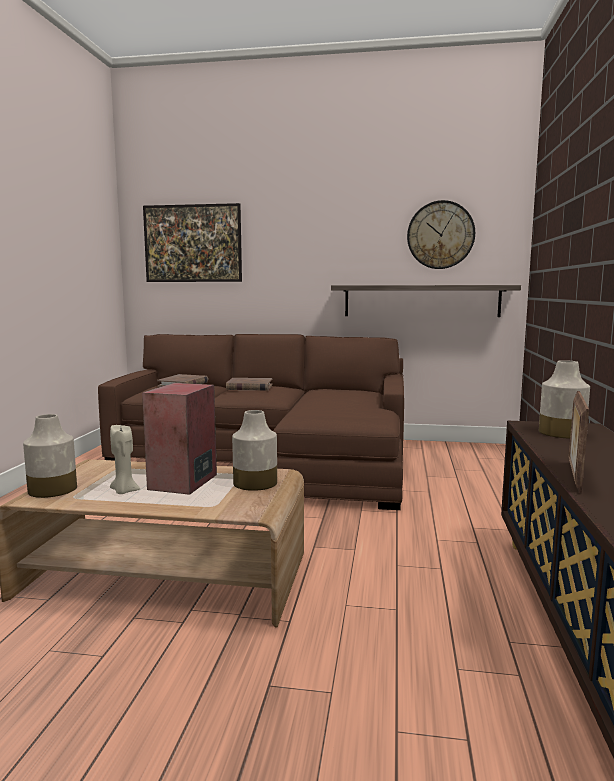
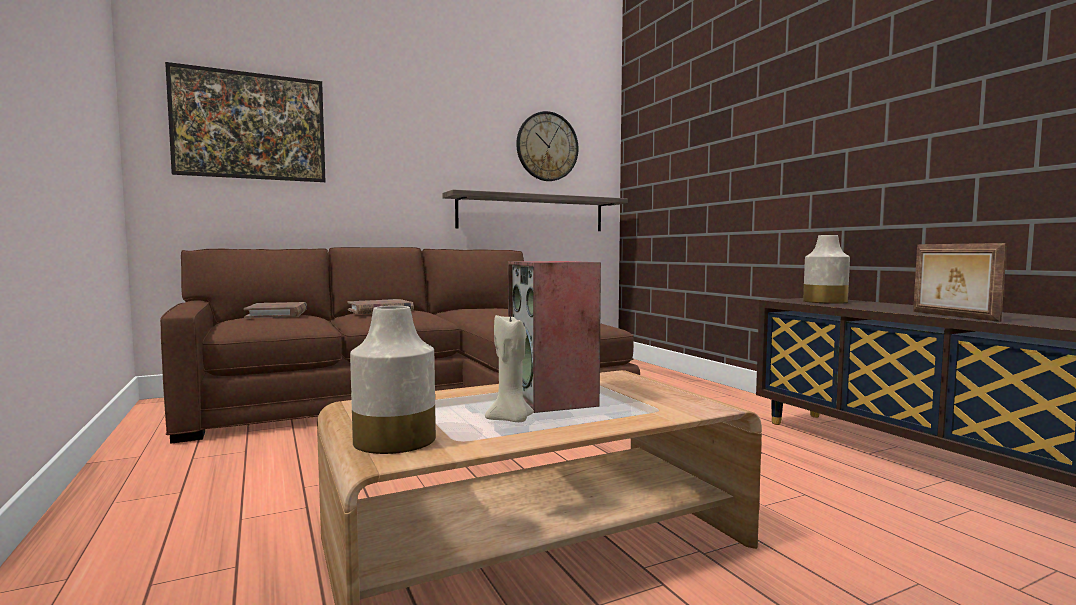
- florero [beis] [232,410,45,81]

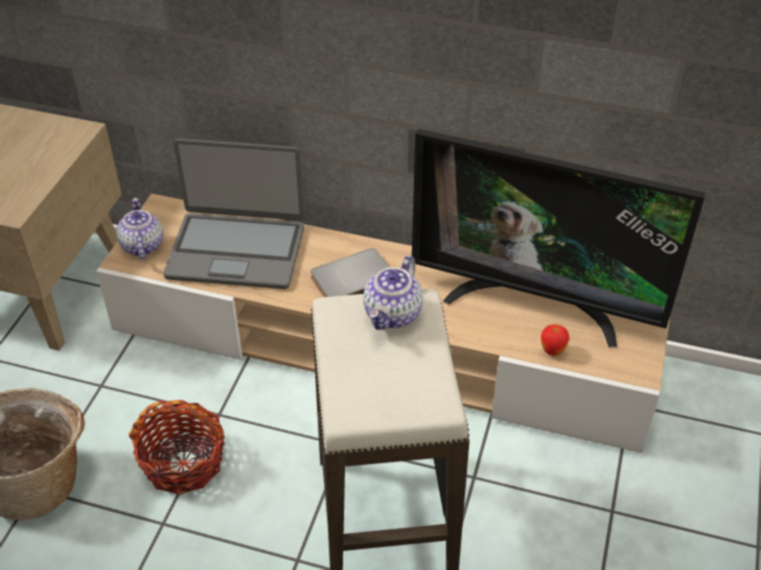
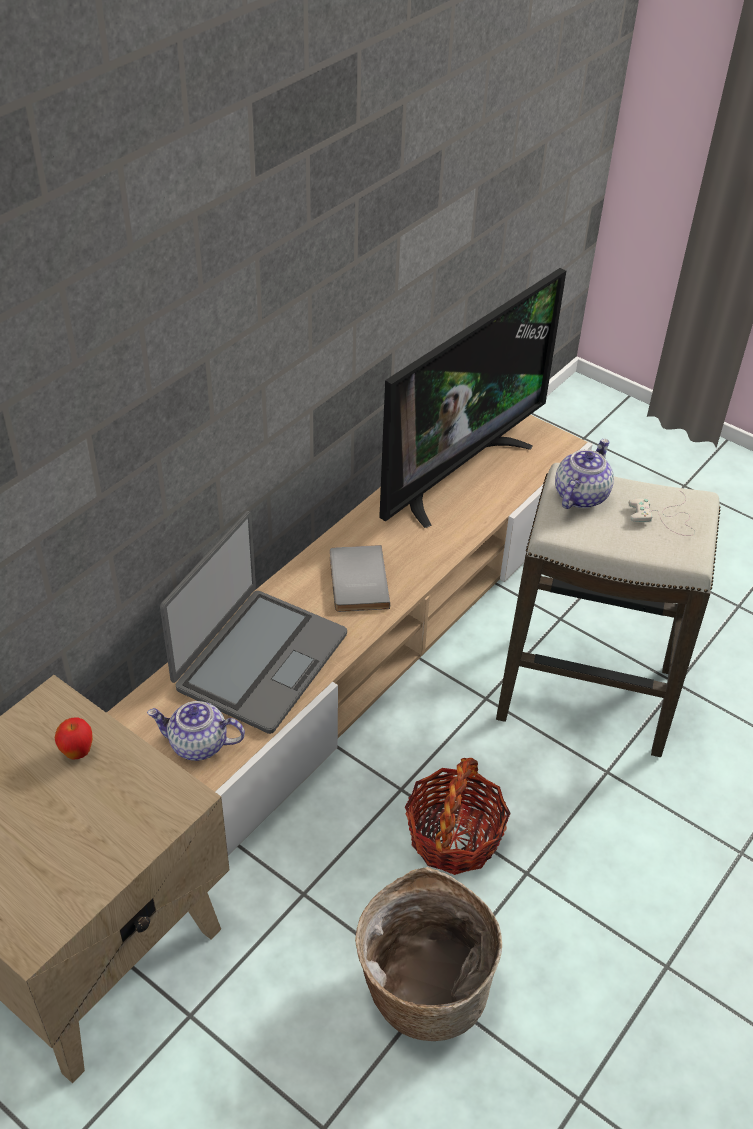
~ tetera [363,255,60,75] = [555,439,59,70] 105 degrees counterclockwise
~ manzana [541,324,29,32] to [55,717,38,42]
+ mando de consola [blanco] [629,490,66,46]

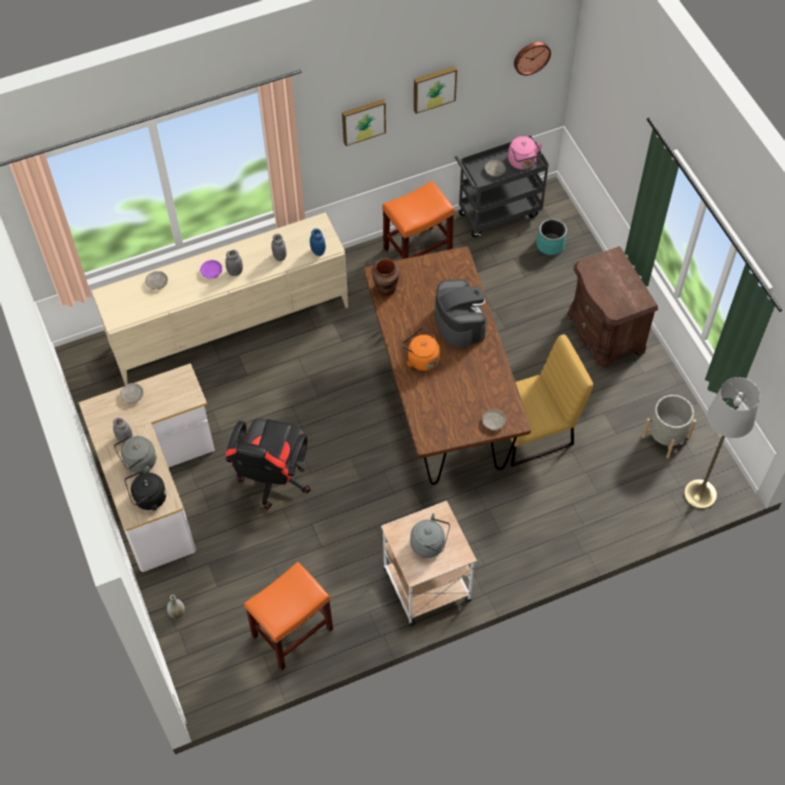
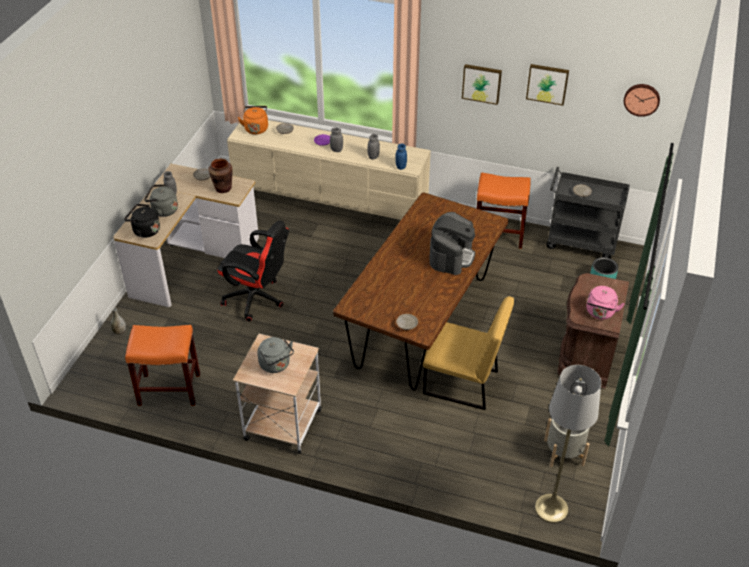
~ silla de oficina [negro] [225,418,86,91] = [217,220,72,102] 120 degrees counterclockwise
~ florero [marrón] [372,259,28,37] to [209,159,24,34]
~ hervidor [naranja] [402,328,38,43] to [238,106,30,28]
~ hervidor [rosa] [508,136,34,34] to [586,286,39,33]

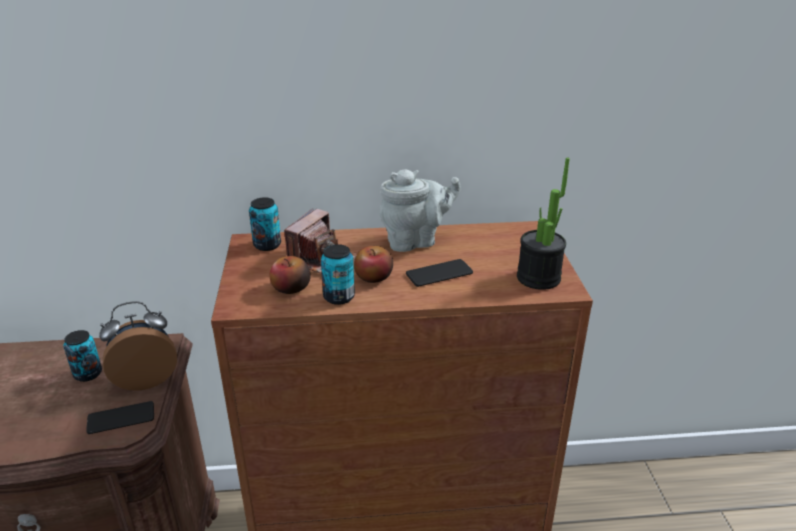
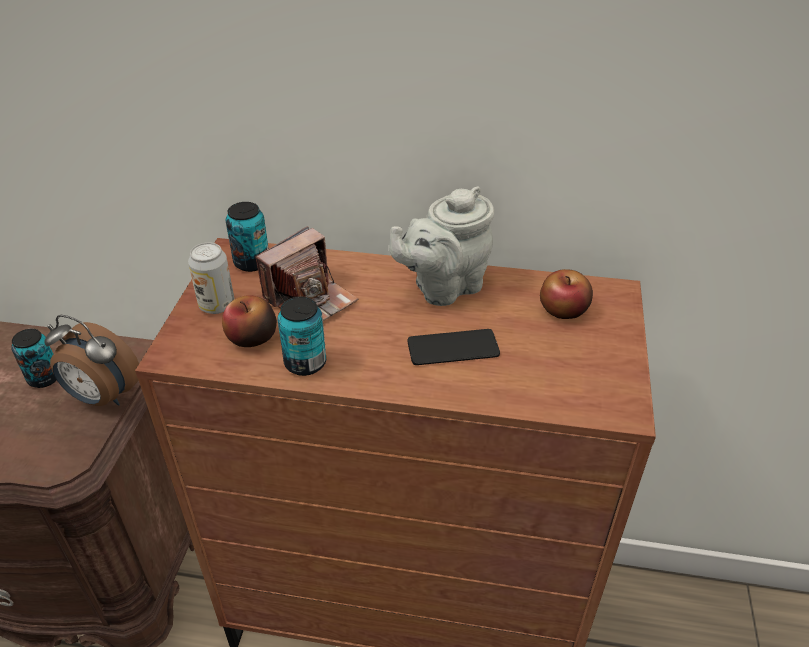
- móvil [86,401,68,33]
~ despertador [99,301,78,90] = [44,315,95,91] 150 degrees counterclockwise
~ manzana [354,246,39,37] to [540,269,53,50]
~ tetera [gris] [379,169,82,83] = [389,186,105,120] 150 degrees clockwise
- planta en maceta [517,157,53,133]
+ lata [188,242,46,72]

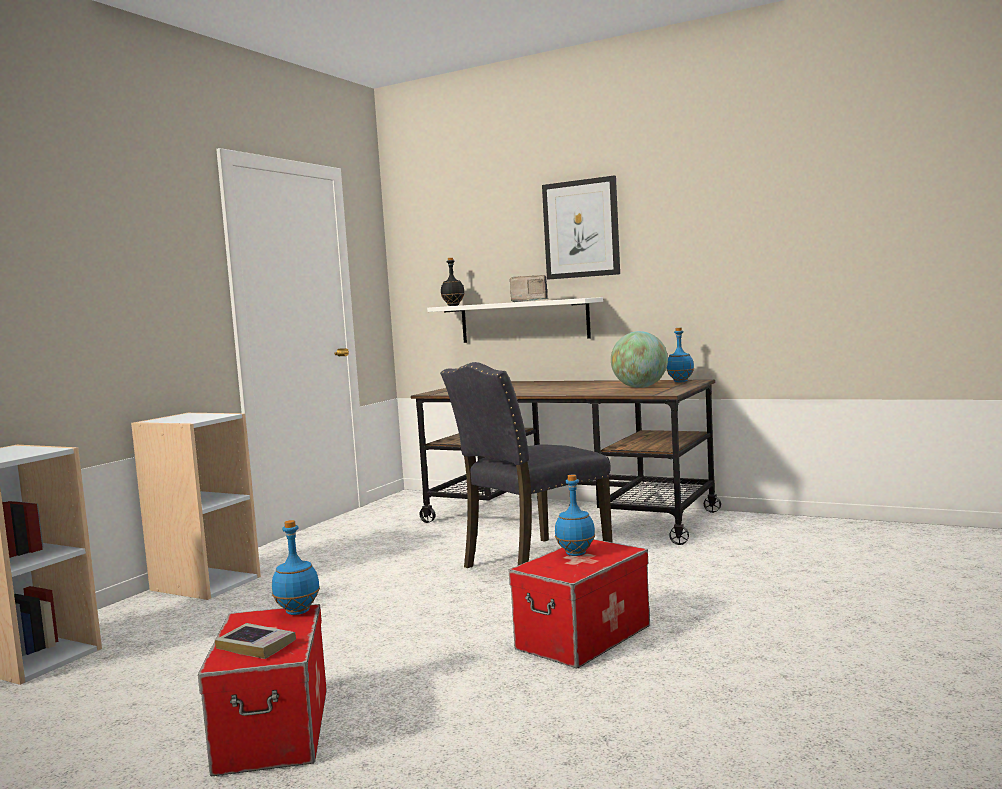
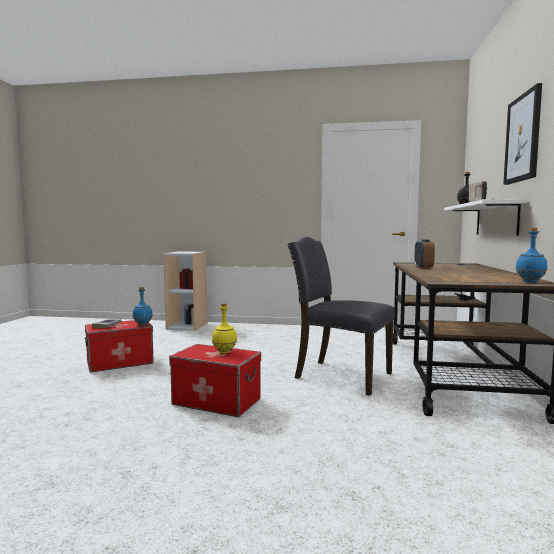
- estantería [131,413,130,187]
~ botella [azul] [555,475,40,81] to botella [amarillo] [212,303,25,50]
- globo terráqueo [611,331,57,57]
+ despertador [414,239,21,30]

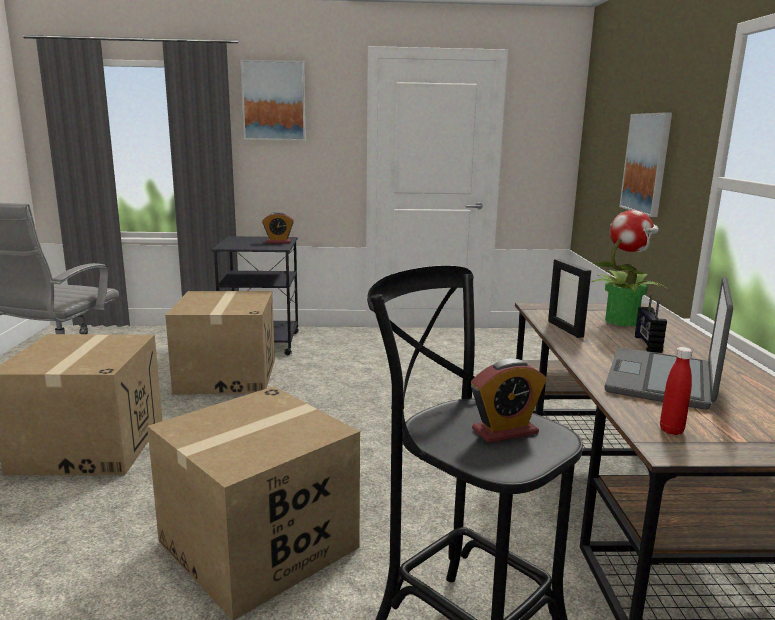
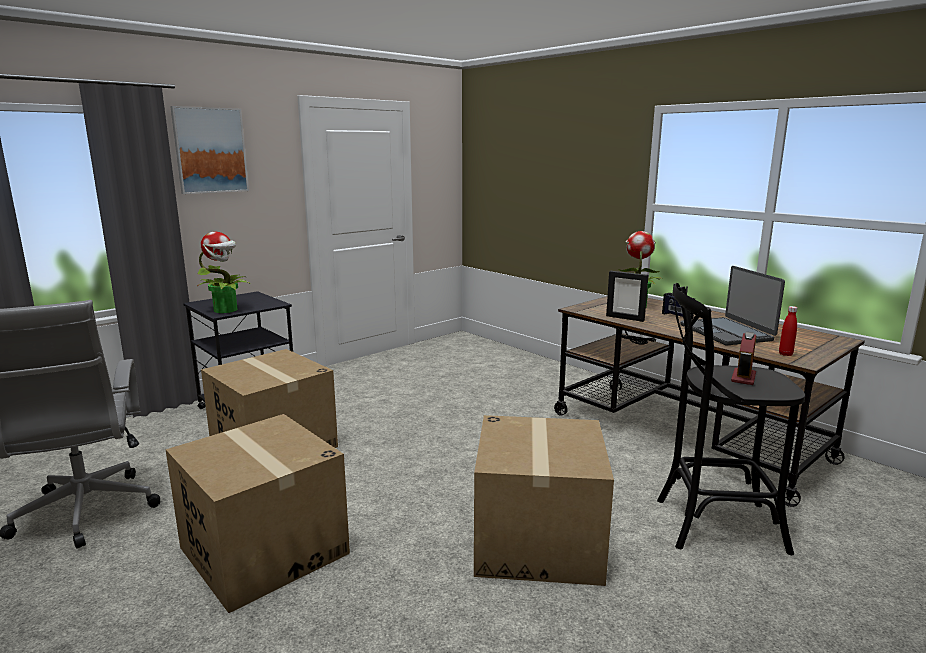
- despertador [262,212,32,31]
- cuadro [619,113,53,104]
+ planta en maceta [197,232,54,81]

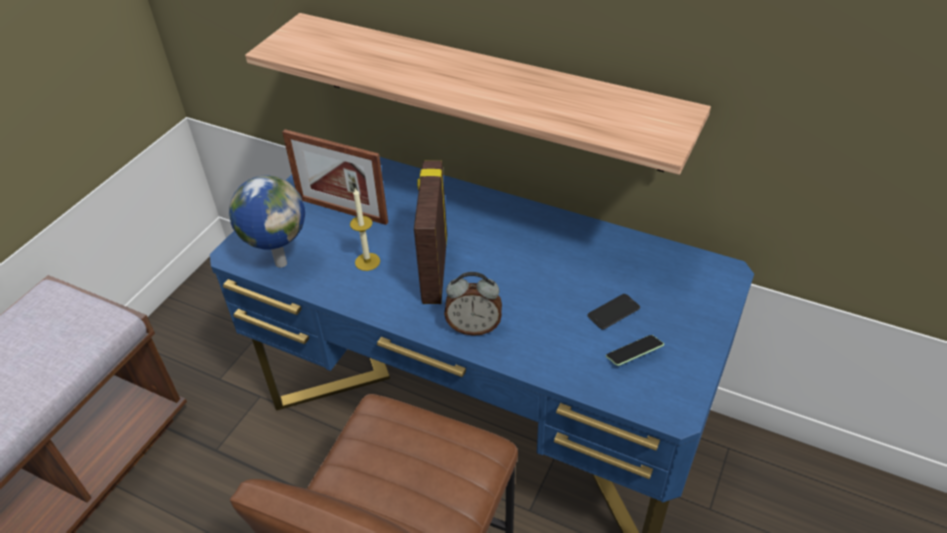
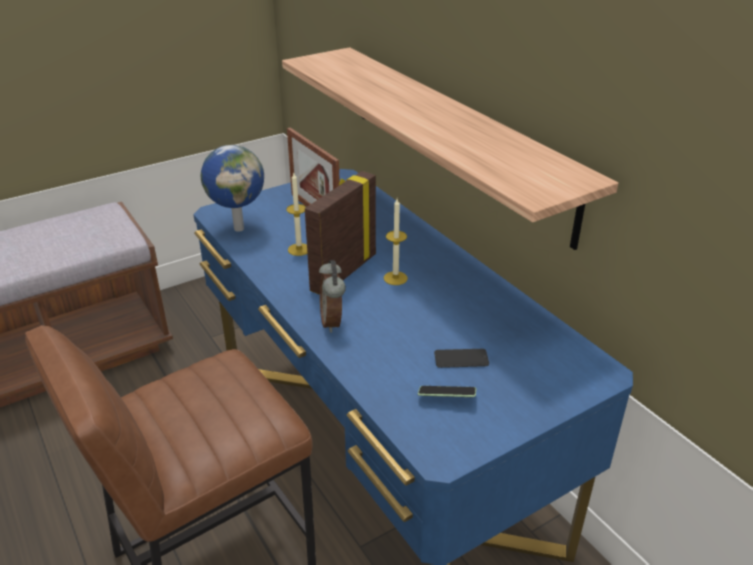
~ despertador [444,272,58,64] = [319,260,27,73] 45 degrees clockwise
+ vela [384,199,24,86]

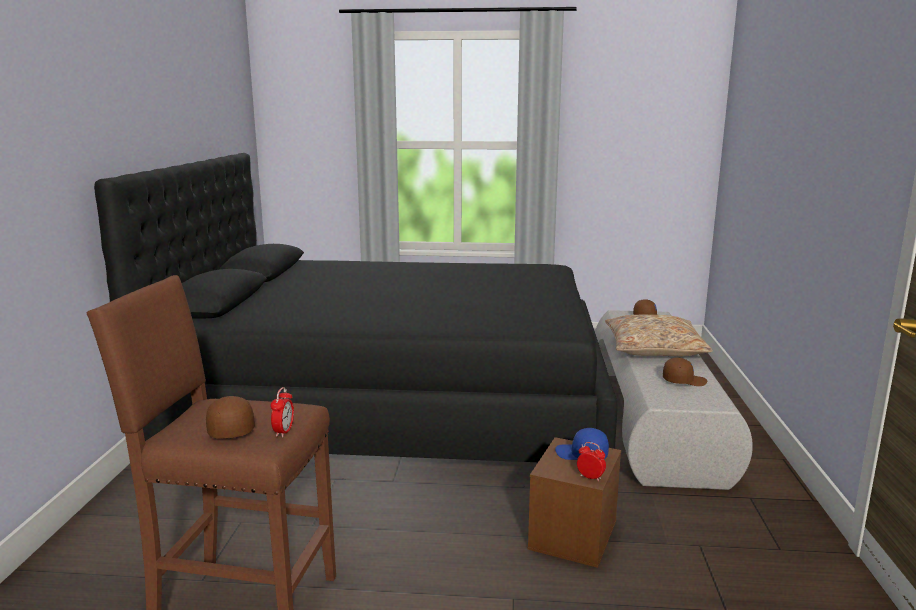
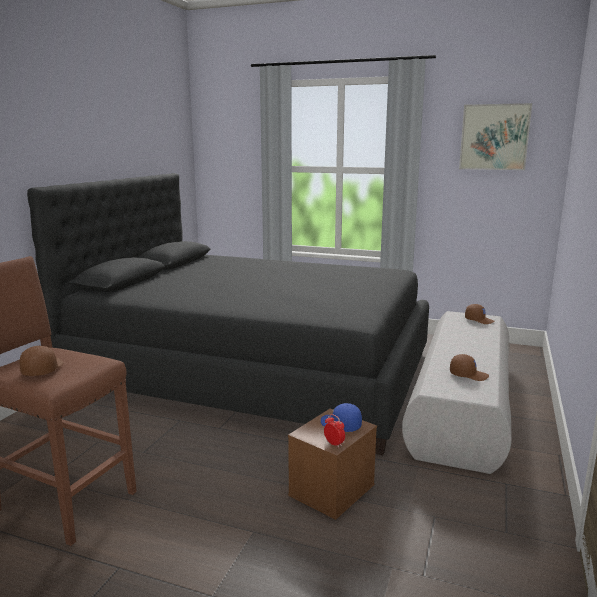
- despertador [271,387,23,50]
- cojín [beis] [605,315,108,41]
+ cuadro [459,103,73,67]

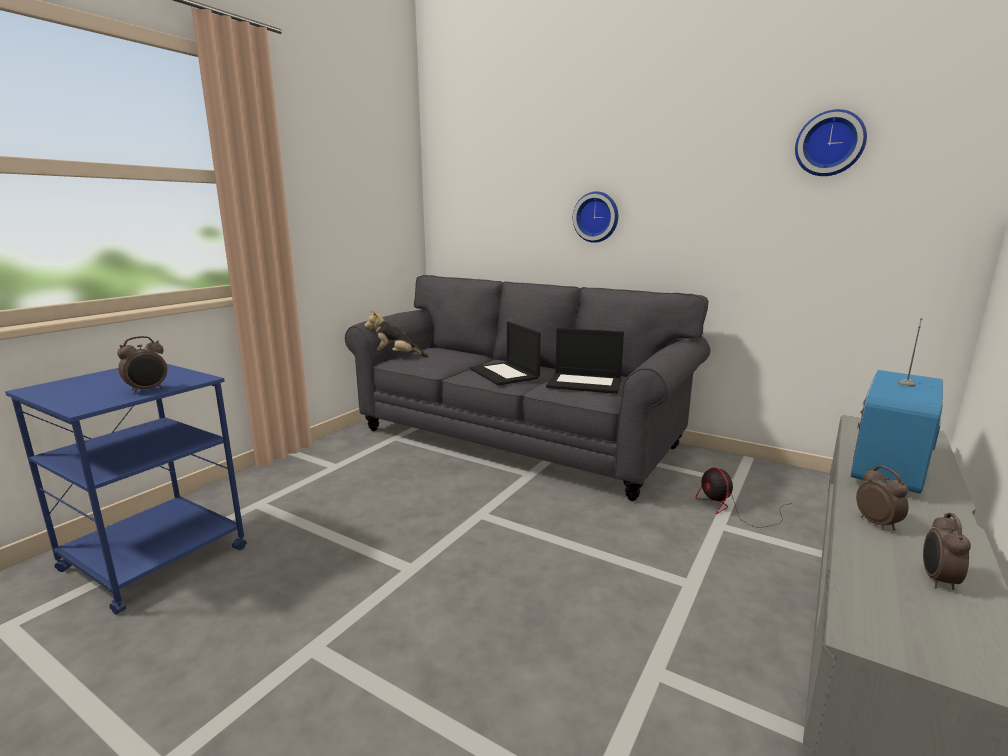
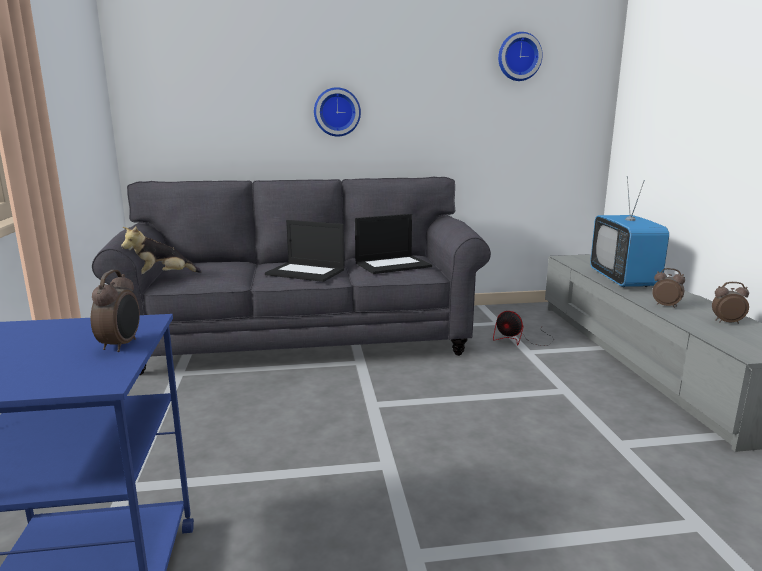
~ despertador [923,513,48,77] = [712,282,37,42] 120 degrees clockwise

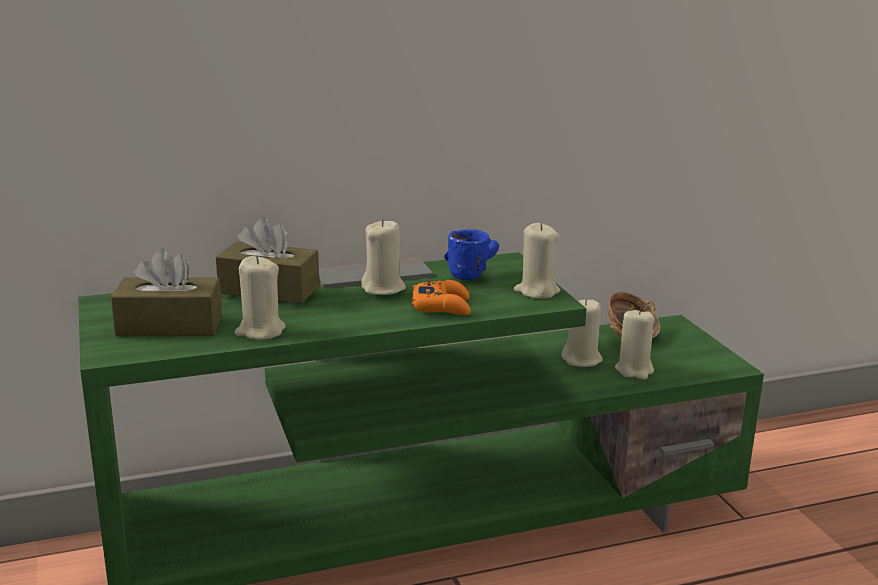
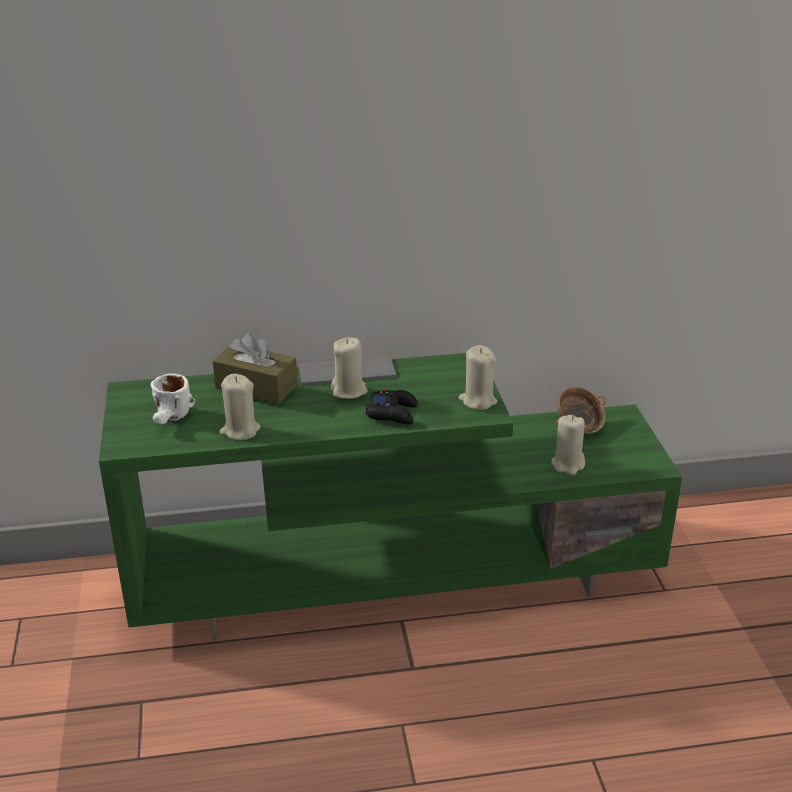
~ caja de pañuelos [marrón] [111,249,111,87] to taza grande [blanco] [151,373,44,51]
~ mando de consola [naranja] [412,280,59,35] to mando de consola [negro] [366,390,52,35]
- taza grande [azul] [444,229,55,51]
- vela [beis] [562,299,41,68]

